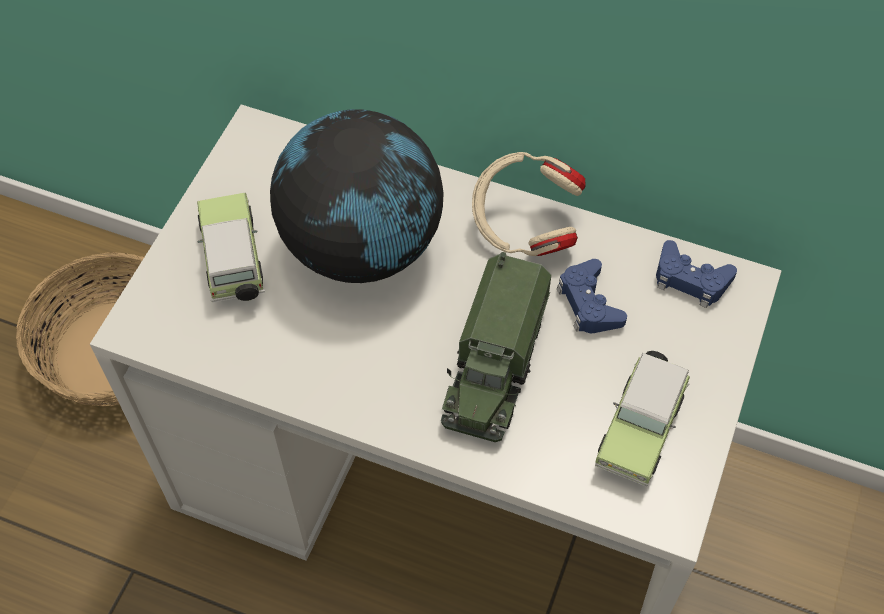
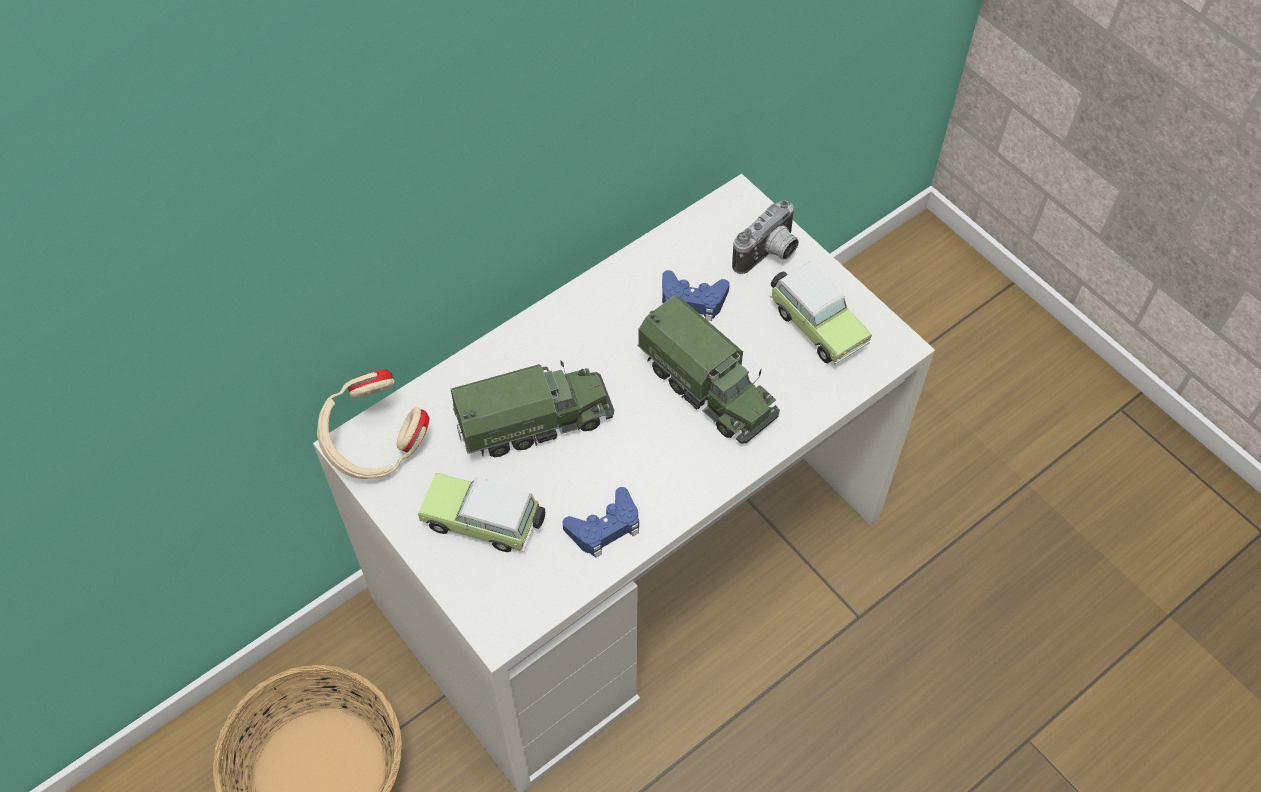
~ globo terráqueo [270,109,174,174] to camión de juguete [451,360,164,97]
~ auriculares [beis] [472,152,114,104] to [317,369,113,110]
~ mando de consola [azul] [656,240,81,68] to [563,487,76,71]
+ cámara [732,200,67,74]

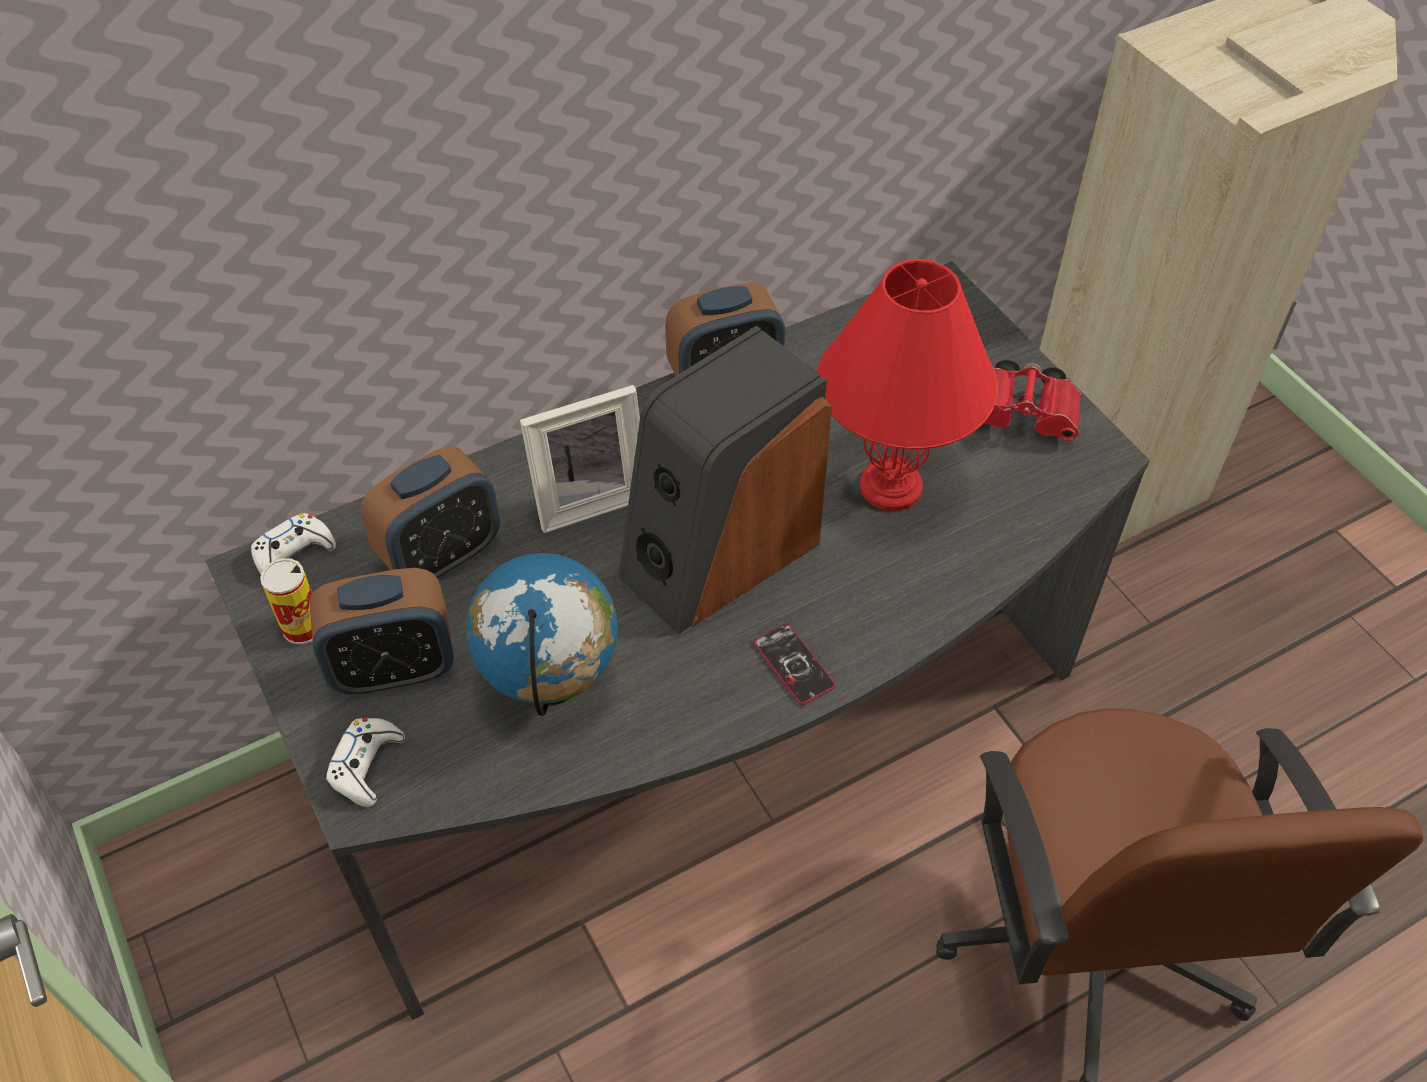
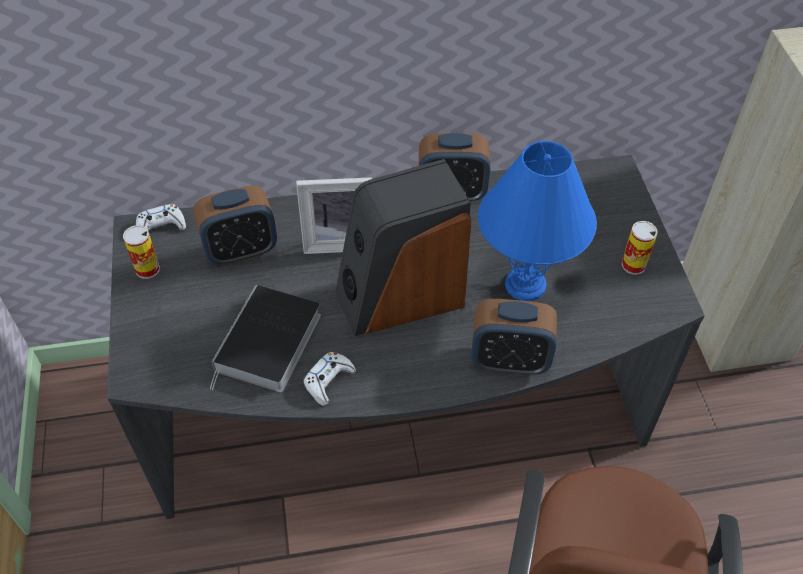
~ despertador [309,568,145,127] to [471,299,86,76]
~ mando de consola [blanco] [325,717,80,90] to [303,352,53,54]
~ globo terráqueo [466,553,152,163] to libro [210,285,111,107]
- móvil [753,624,83,81]
~ lámpara de mesa [rojo] [817,259,181,252] to lámpara de mesa [azul] [478,141,119,160]
~ prismáticos [rojo] [982,360,99,81] to lata [622,221,36,54]

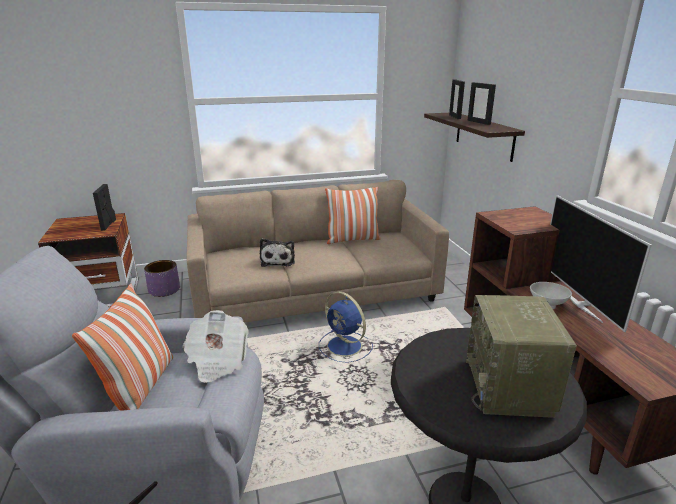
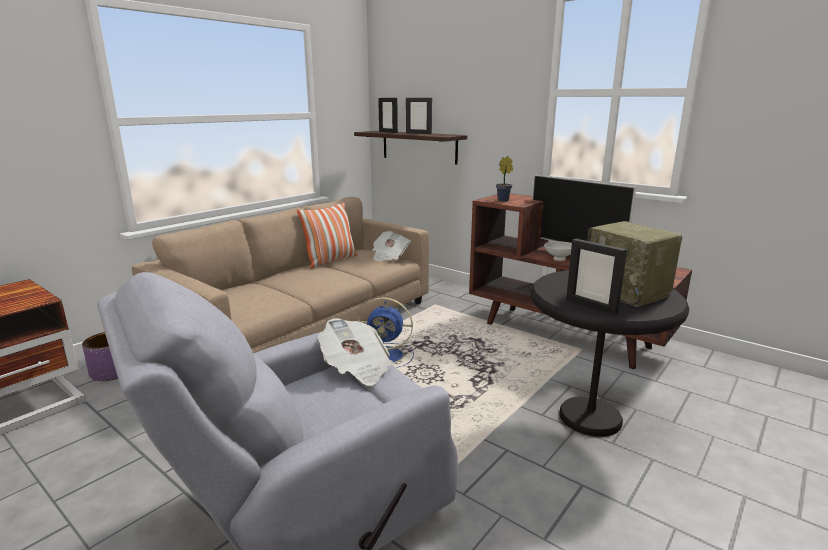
- cojín [72,284,101,127]
~ portarretratos [93,184,23,47] to [566,239,61,76]
- peluche [260,238,35,29]
+ periódico [372,231,39,30]
+ planta en maceta [496,156,17,46]

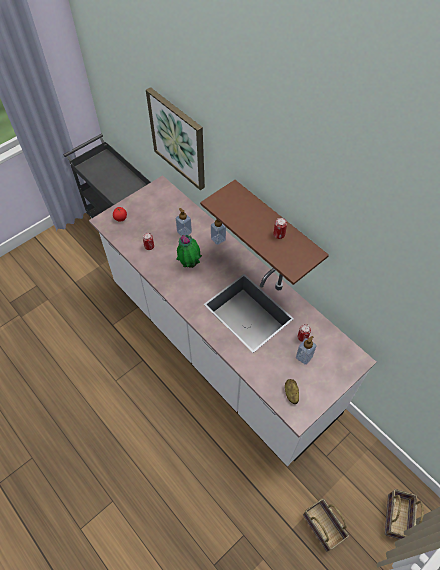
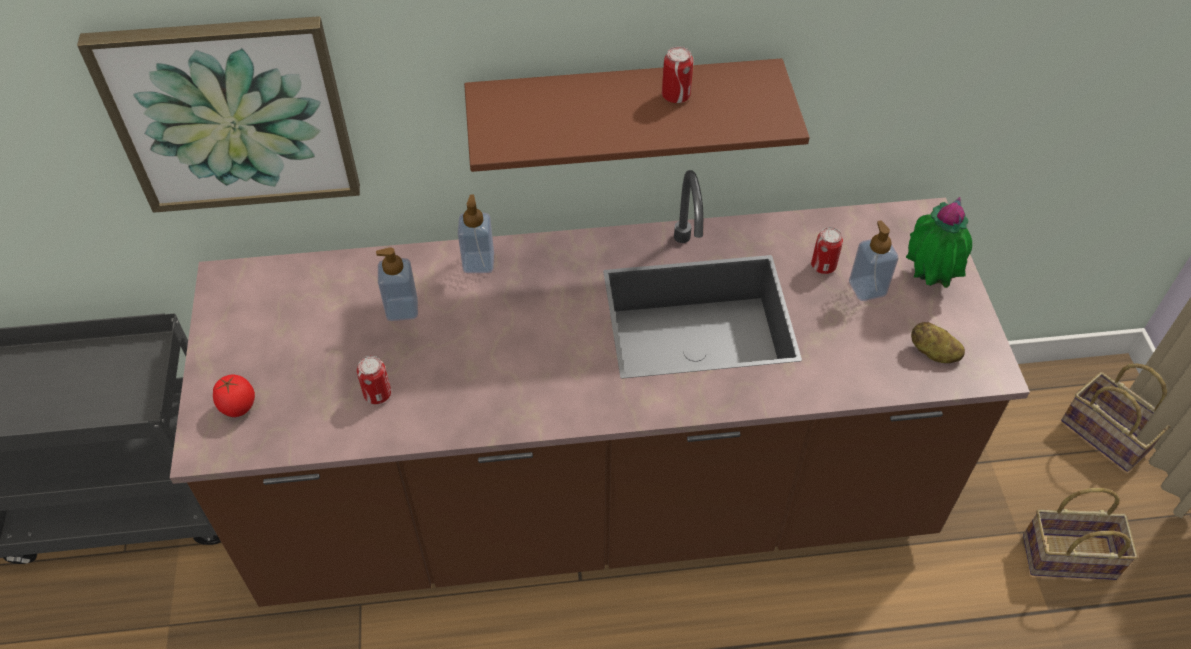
~ mueble bajo de cocina [blanco] [89,175,287,291] to mueble bajo de cocina [marrón] [170,170,860,437]
~ planta en maceta [176,235,26,33] to [906,197,66,91]

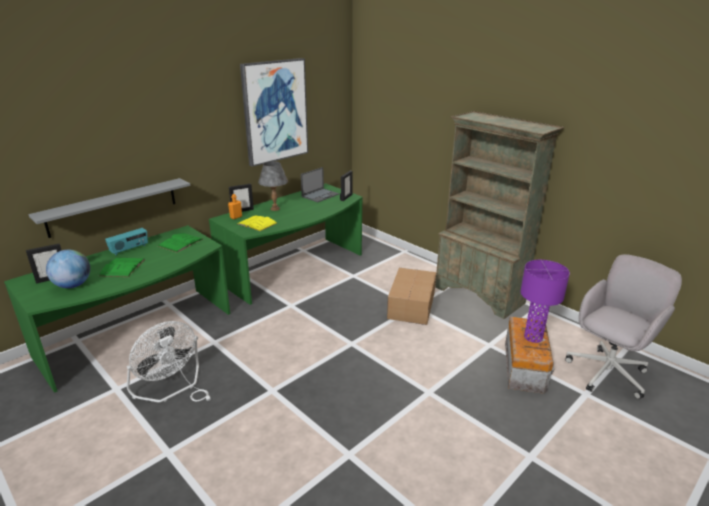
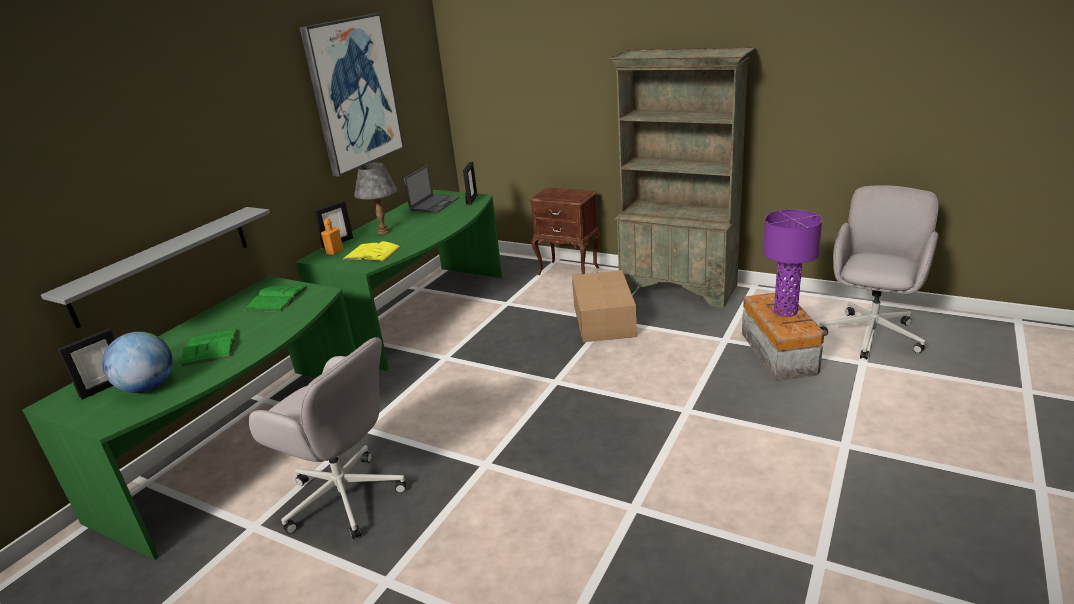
- radio [105,228,43,27]
~ ventilador [blanco] [127,321,84,81] to silla de oficina [gris] [249,337,157,202]
+ mesita de noche [marrón] [529,187,71,88]

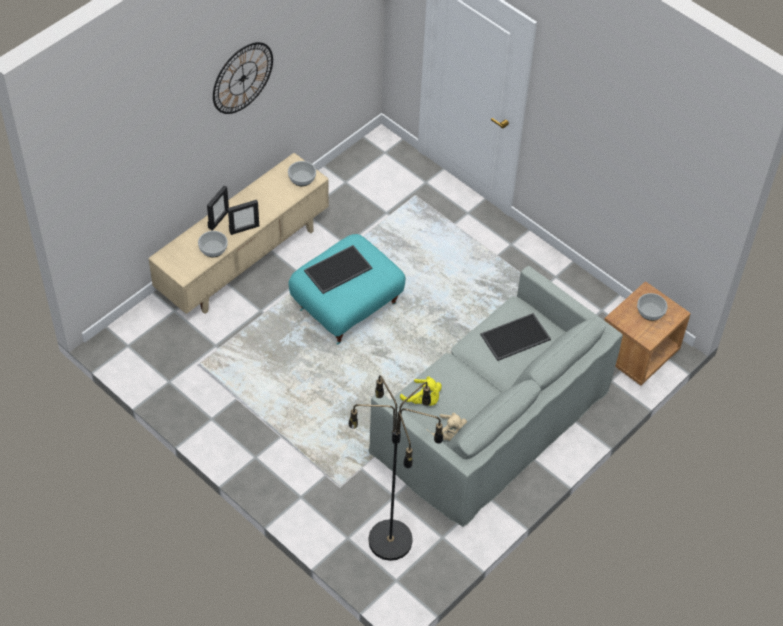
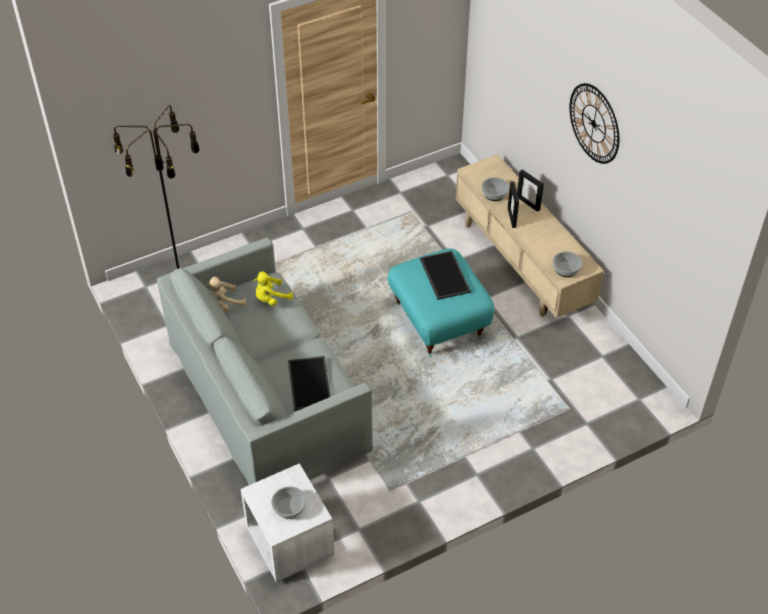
~ mesita de noche [marrón] [604,281,87,105] to mesita de noche [blanco] [240,463,95,119]

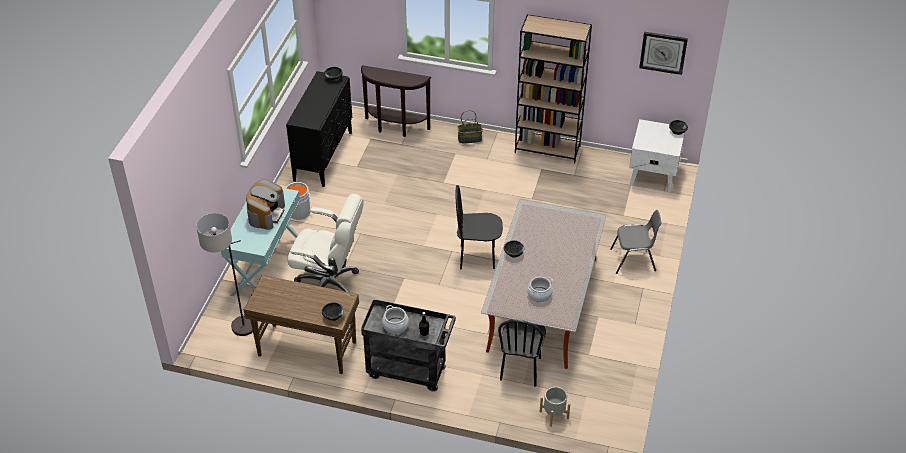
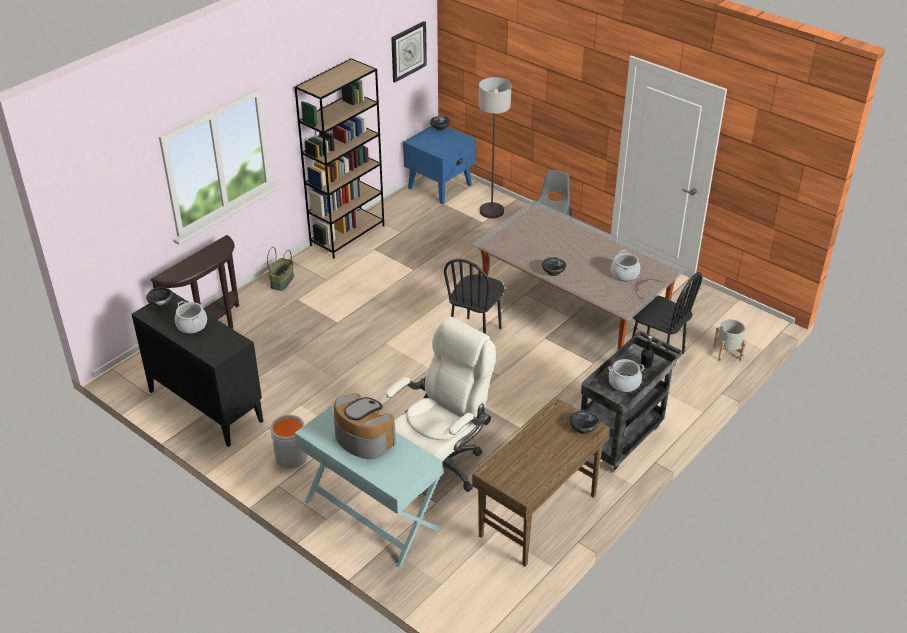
~ lámpara de pie [gris] [196,213,57,123] to [479,77,32,141]
~ mesita de noche [blanco] [629,119,56,73] to mesita de noche [azul] [403,125,73,80]
+ olla [175,301,32,33]

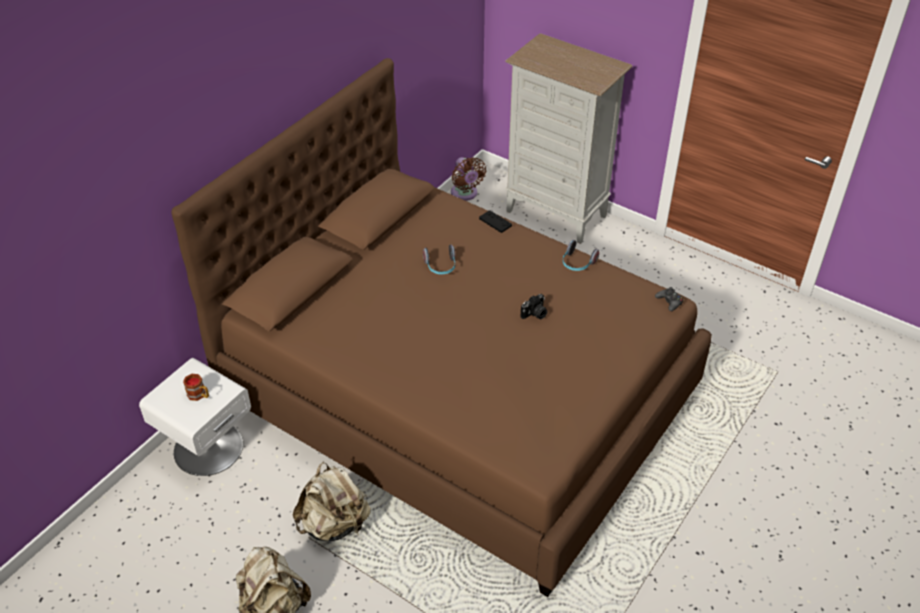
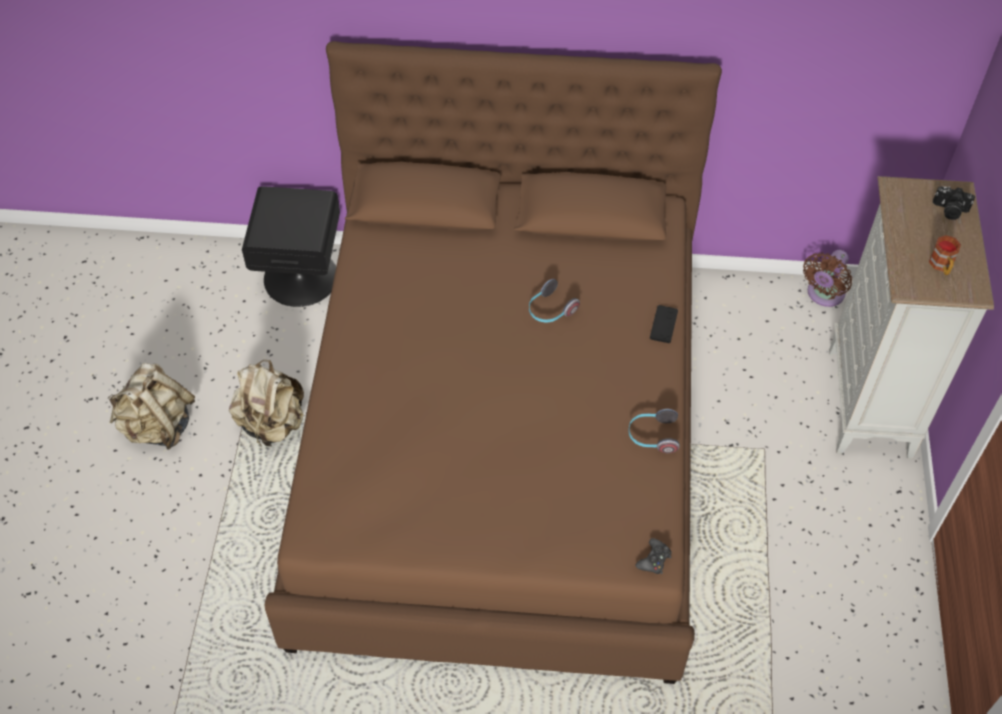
~ mesita de noche [blanco] [139,358,112,118] to mesita de noche [negro] [242,186,98,121]
~ taza grande [183,374,26,27] to [929,235,32,40]
~ cámara [520,294,28,25] to [933,186,42,34]

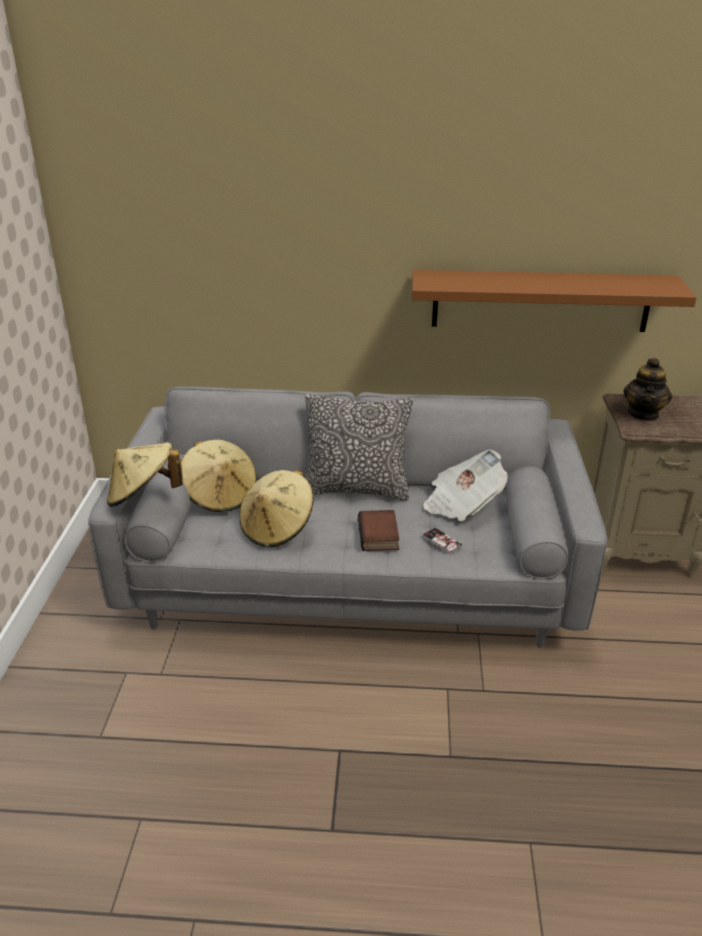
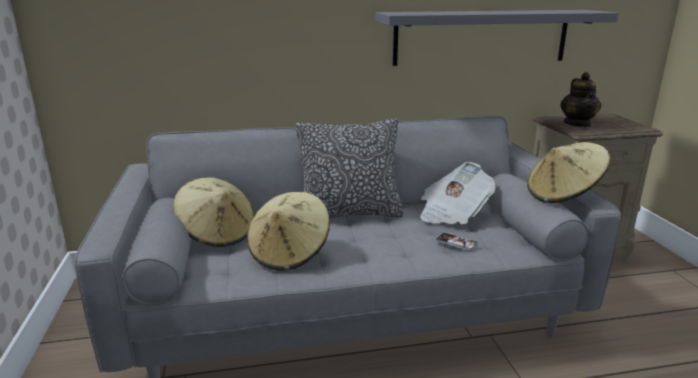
~ sombrero [beis] [107,442,76,65] to [527,142,84,62]
- libro [358,510,42,41]
~ estante [marrón] [412,270,285,62] to estante [gris] [375,10,244,56]

